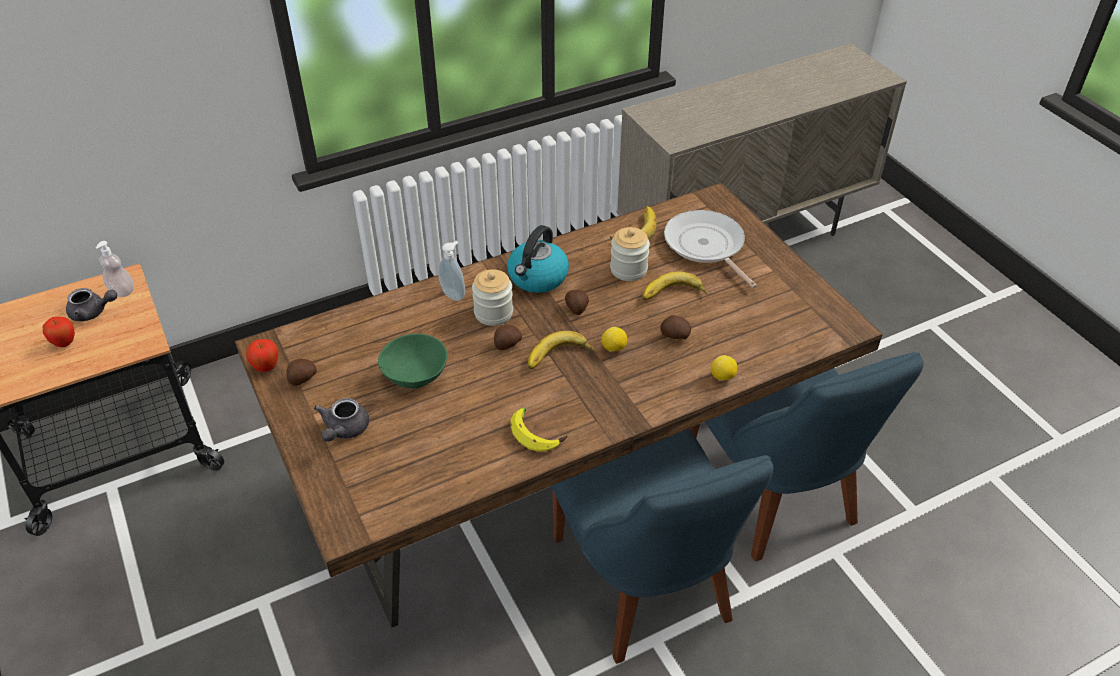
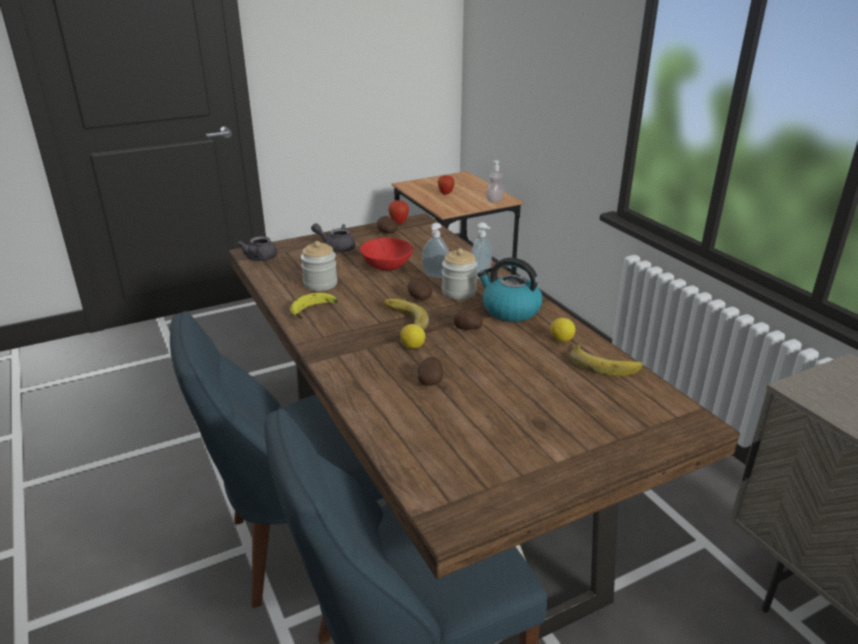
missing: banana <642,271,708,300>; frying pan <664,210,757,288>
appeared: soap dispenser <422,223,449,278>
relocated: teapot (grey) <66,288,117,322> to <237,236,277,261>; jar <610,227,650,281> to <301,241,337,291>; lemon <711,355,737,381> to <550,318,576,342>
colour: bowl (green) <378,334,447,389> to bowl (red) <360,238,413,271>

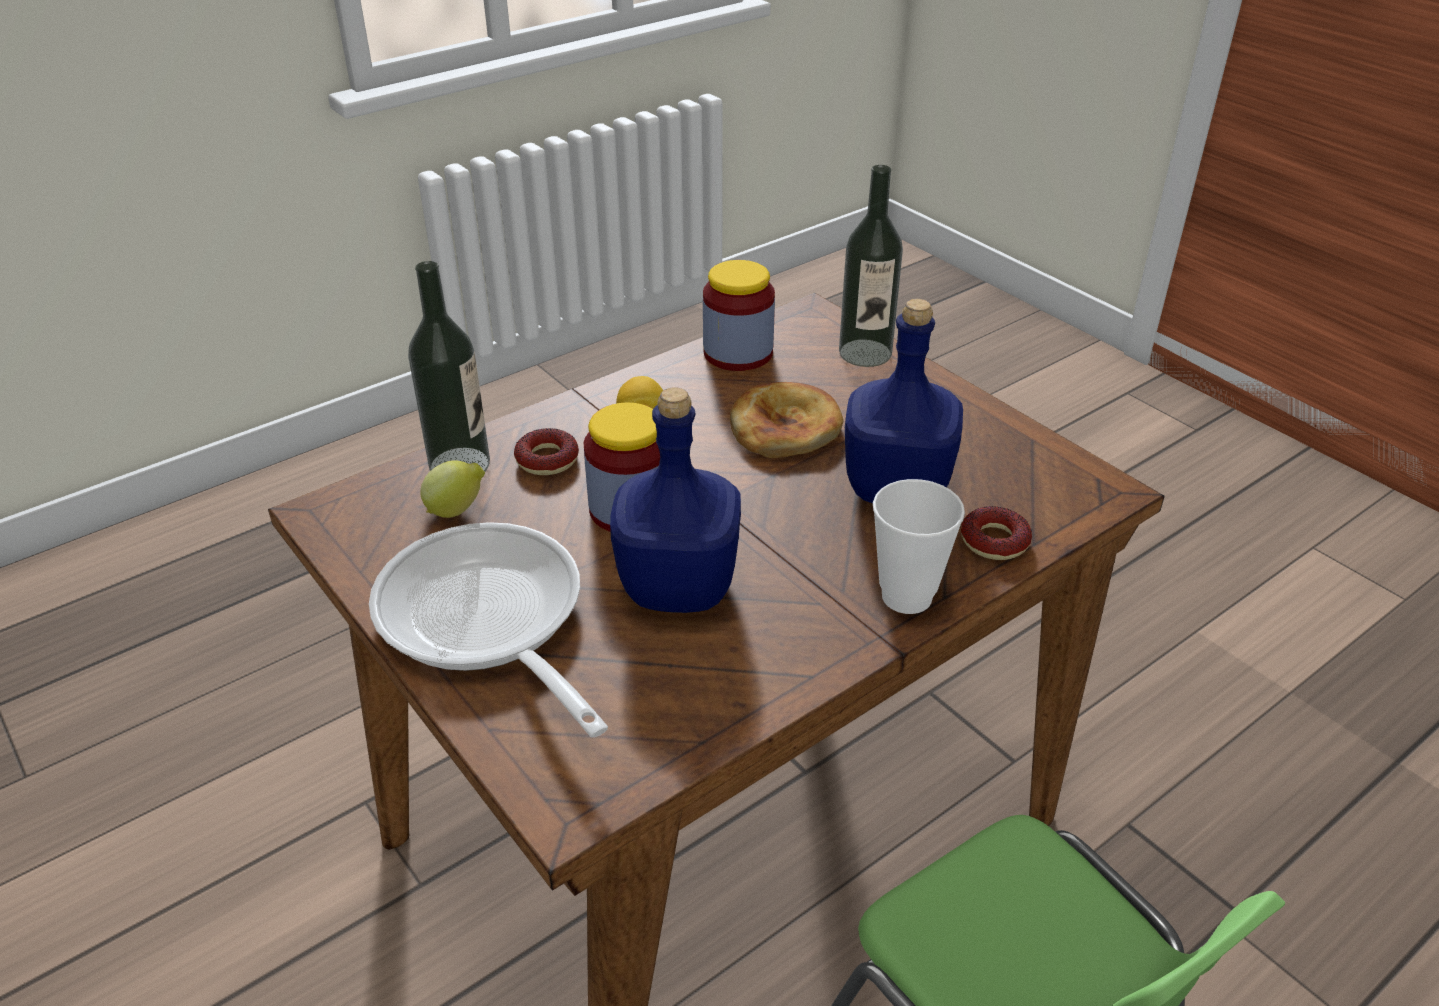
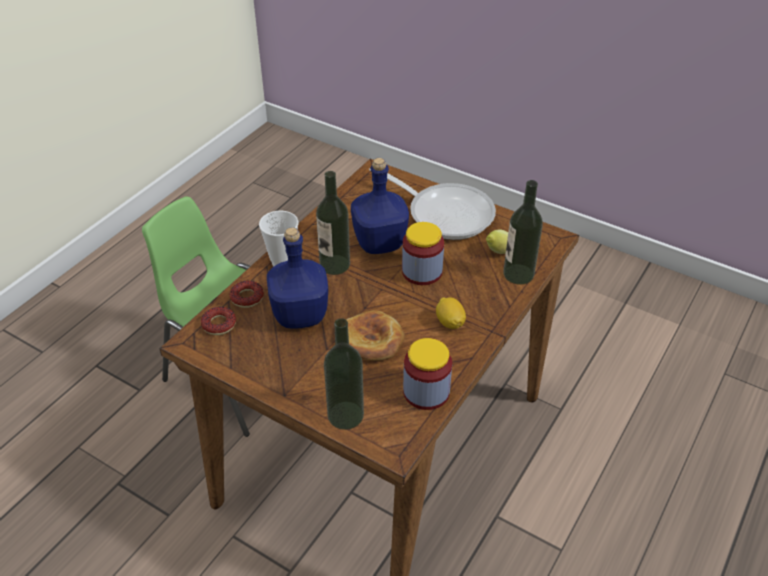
appeared: bottle <316,171,350,275>
relocated: donut <514,428,579,475> to <201,307,236,335>

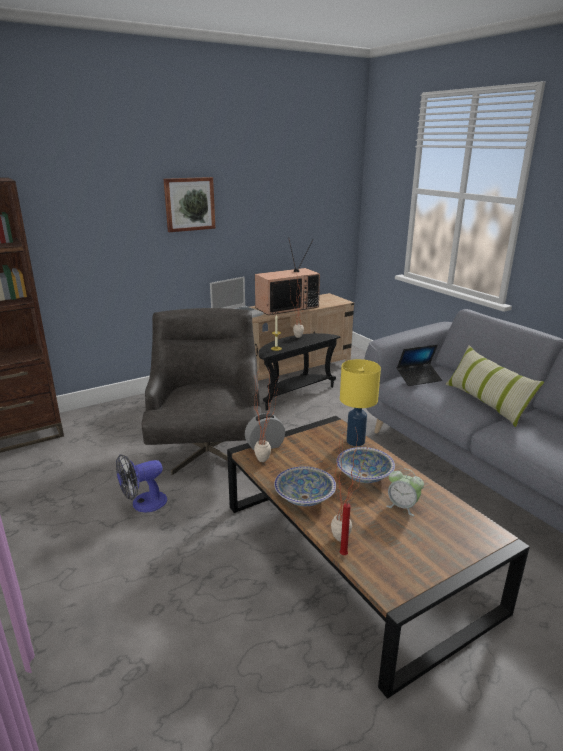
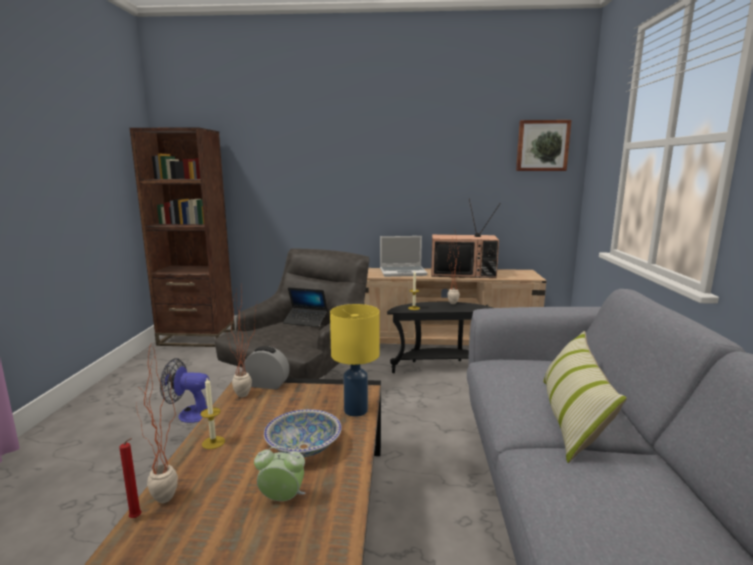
relocated: laptop <397,345,442,386> to <283,287,328,327>; picture <164,177,216,232> to <516,120,572,171>
exchanged: bowl <274,466,336,506> to candle <201,378,225,449>
spun: alarm clock <386,468,424,516> = <254,447,306,501> 120 degrees clockwise

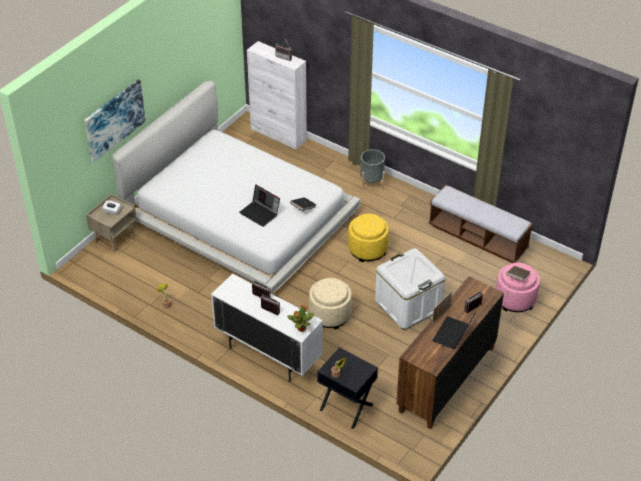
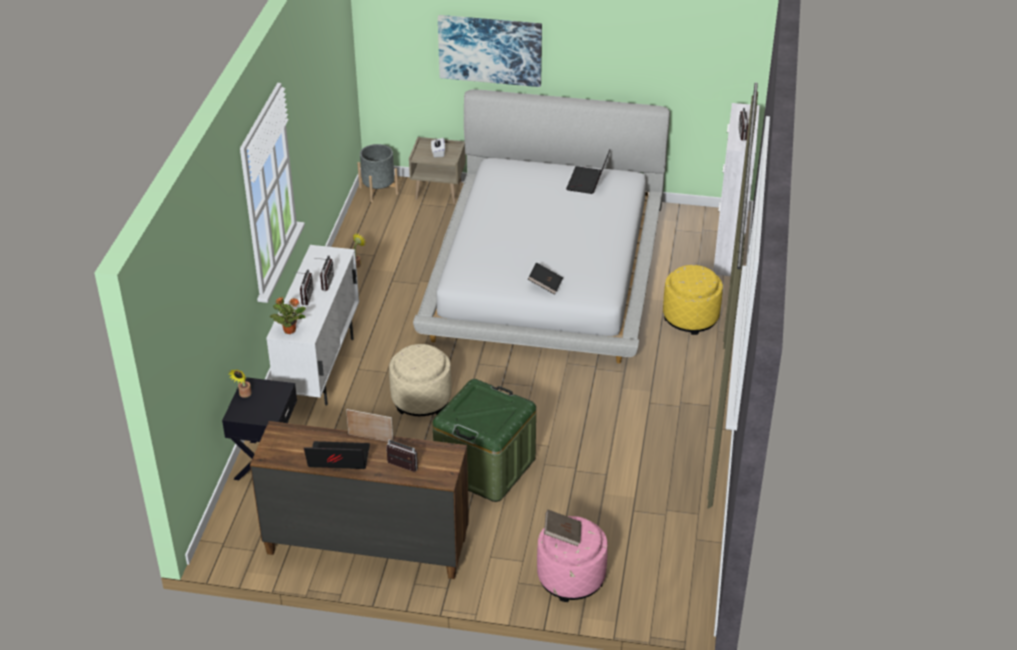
missing: bench <429,185,533,263>
relocated: planter (grey) <360,149,385,190> to <358,144,398,202>; laptop <239,184,280,227> to <566,150,610,194>; ottoman (yellow) <348,214,389,262> to <663,265,723,335>
colour: storage box (white) <375,248,445,329> to storage box (green) <432,379,536,502>

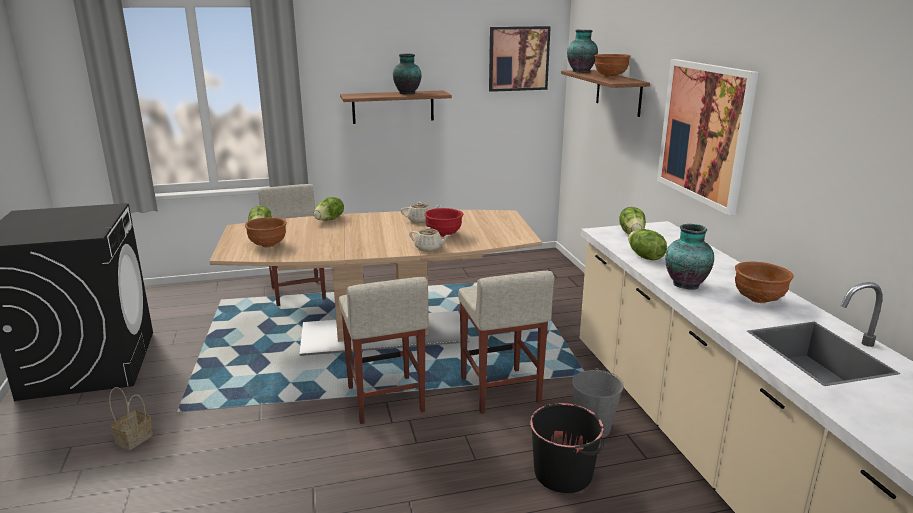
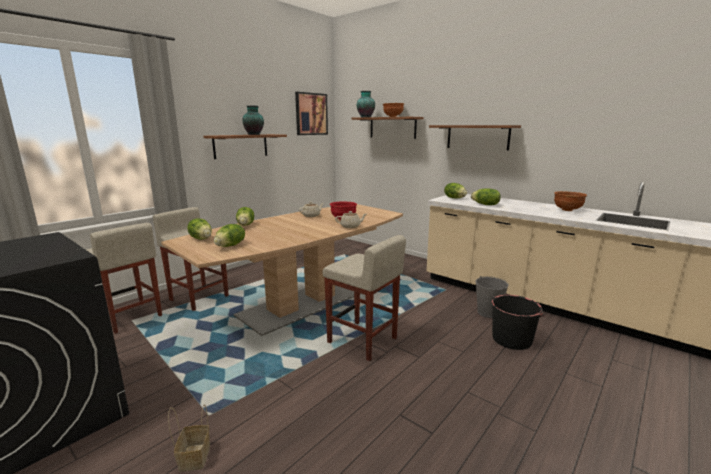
missing: vase <665,224,714,290>
relocated: stool (beige) <458,271,554,414> to <87,223,162,334>
exchanged: bowl (brown) <245,217,287,248> to lettuce <214,224,245,247>; picture <657,59,759,216> to shelf <429,125,521,150>

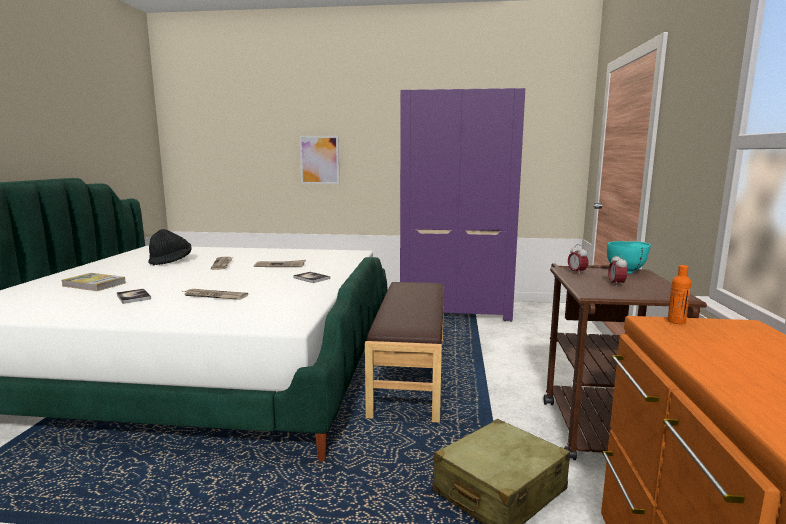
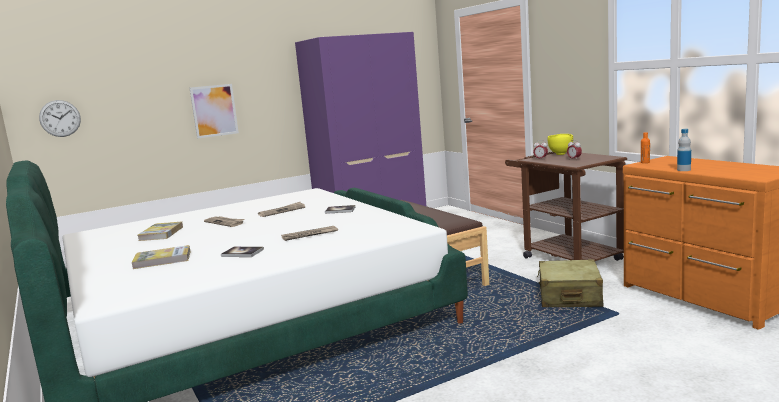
appeared: wall clock <39,100,81,137>; bottle <677,129,691,171>
exchanged: hat (black) <148,229,191,265> to book <138,222,183,241>
colour: bowl (turquoise) <607,241,651,274> to bowl (yellow) <548,134,573,155>

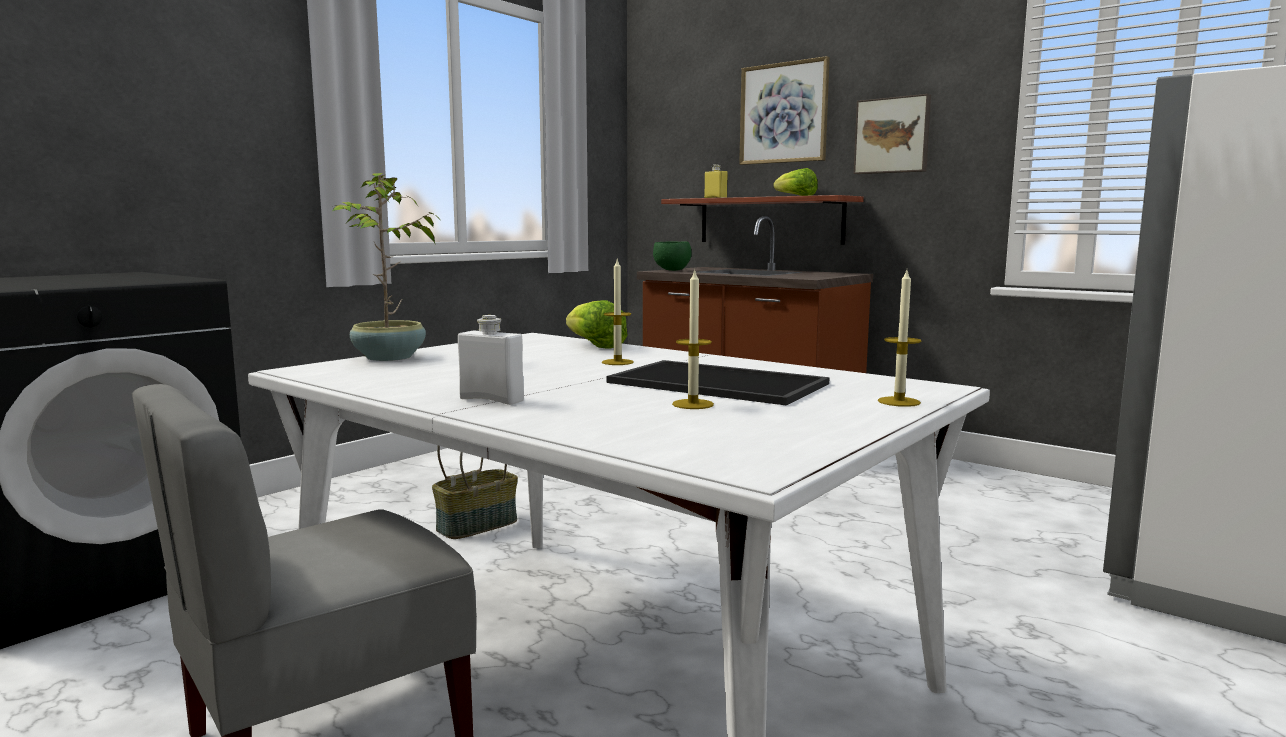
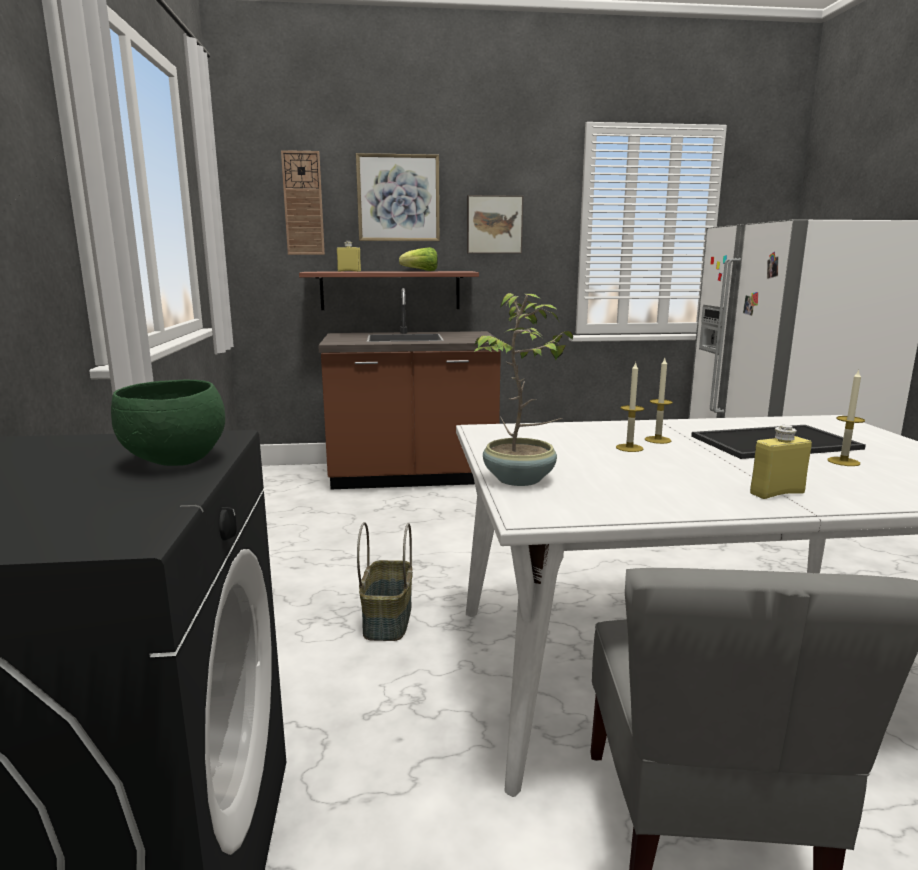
missing: lettuce <566,300,628,349>
appeared: wall clock <281,150,325,255>
relocated: bowl (green) <653,242,692,271> to <111,380,225,466>; candle <878,270,921,407> to <616,363,644,452>
colour: bottle (white) <458,315,524,405> to bottle (yellow) <750,425,812,499>

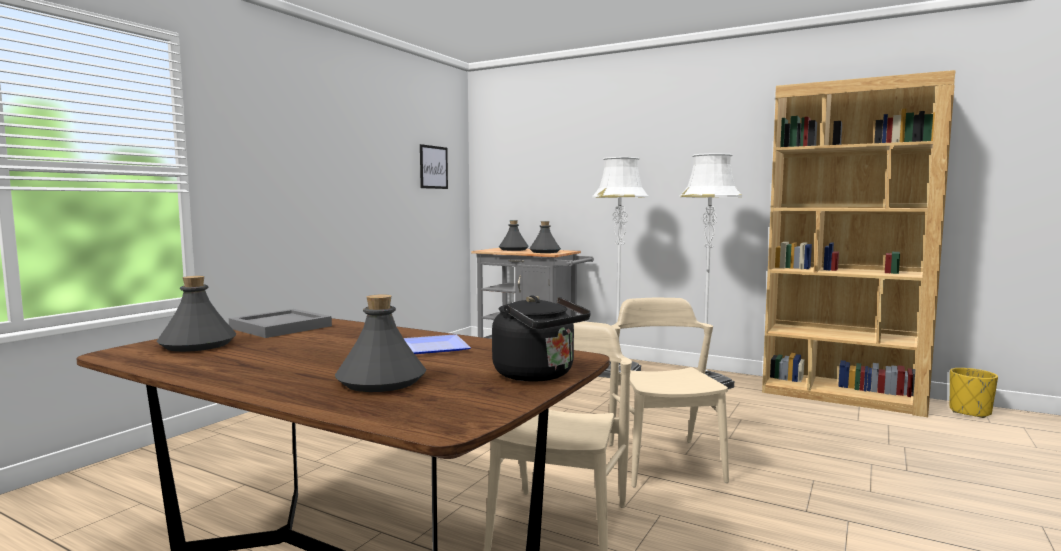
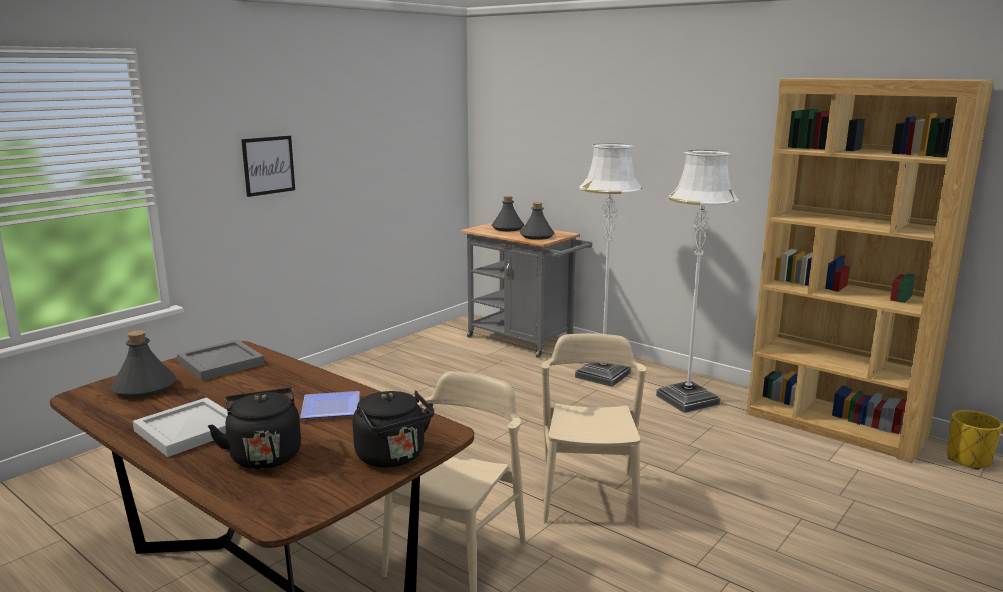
appeared: tray (white) <133,397,230,457>
relocated: picture <420,144,448,189> to <241,136,295,197>
exchanged: bottle (grey) <335,294,426,392> to kettle (black) <208,388,301,469>

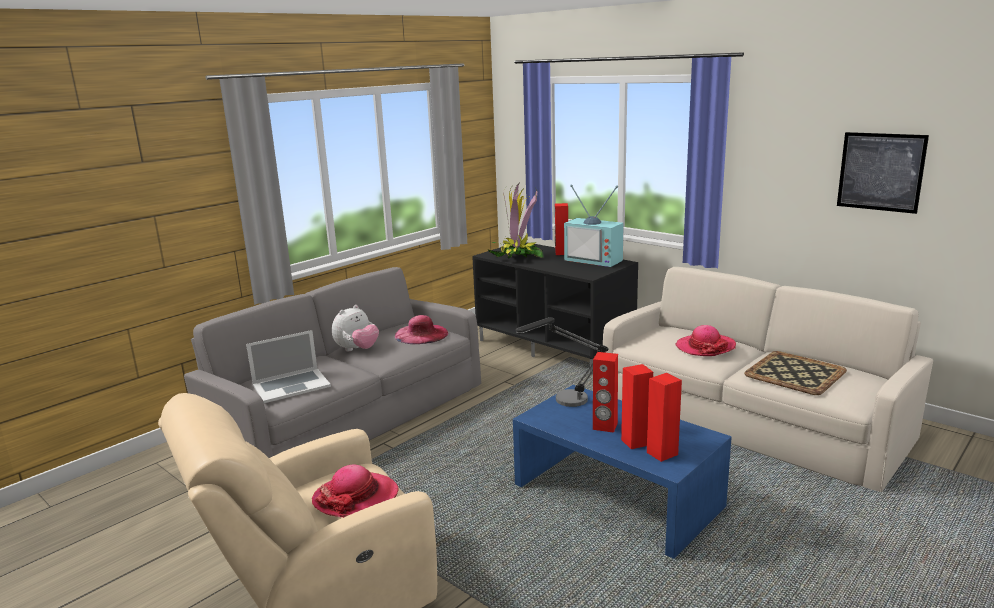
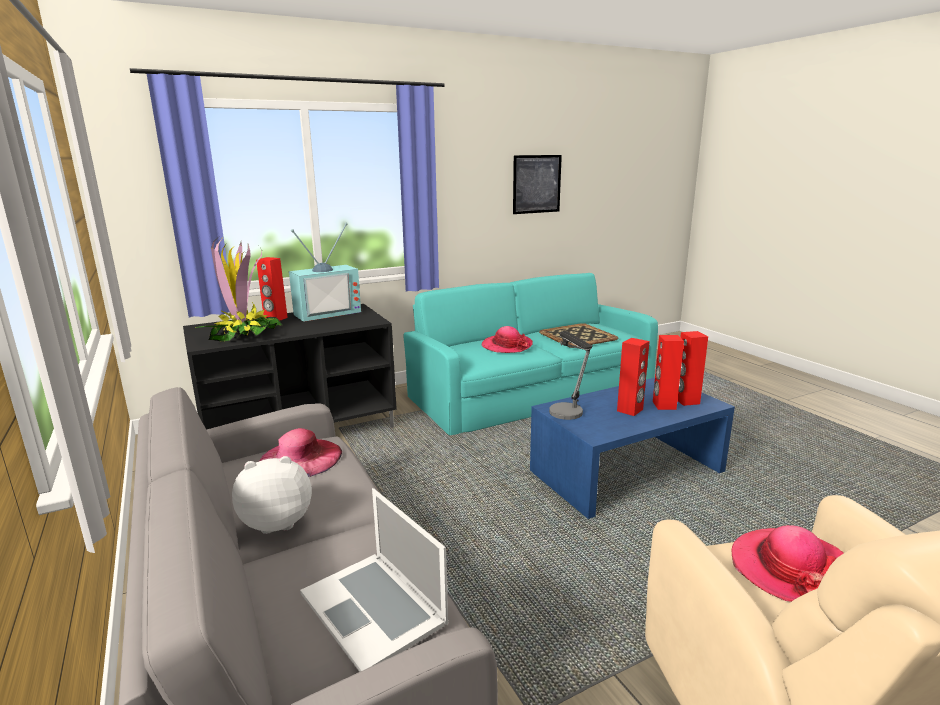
colour: sofa (beige) <603,267,933,492> to sofa (turquoise) <403,273,658,435>
spun: plush toy <332,305,379,352> = <232,456,312,534> 75 degrees counterclockwise; laptop <246,330,331,403> = <300,488,448,672> 150 degrees clockwise

